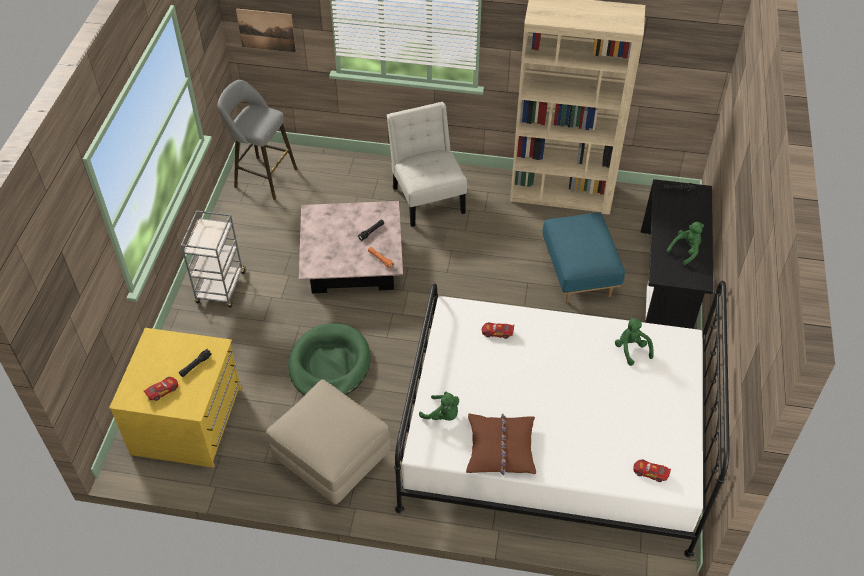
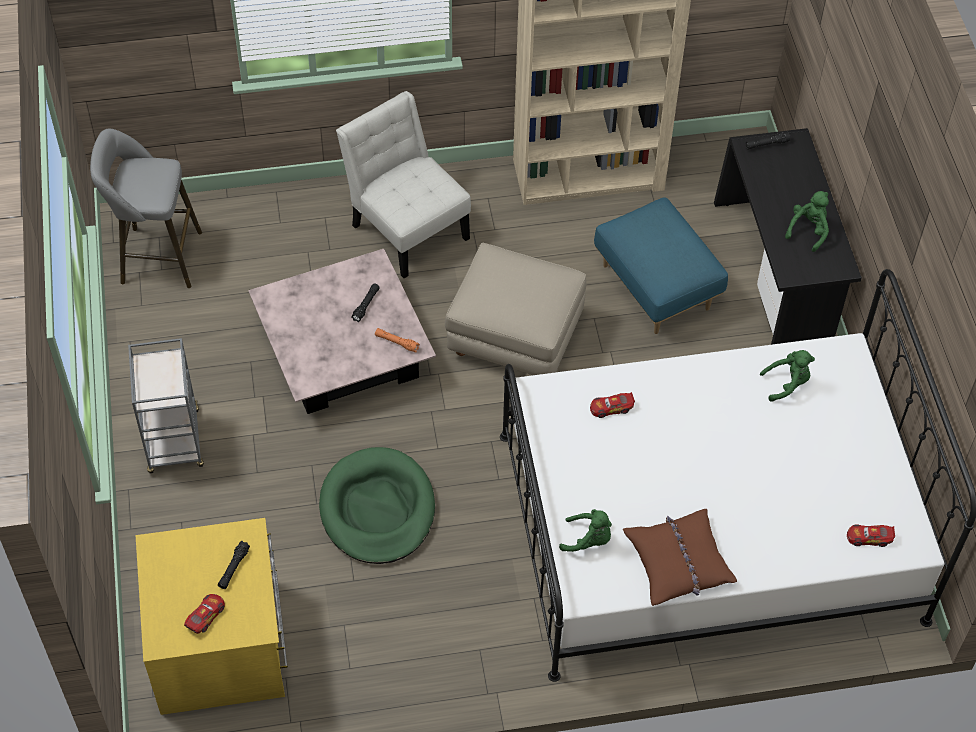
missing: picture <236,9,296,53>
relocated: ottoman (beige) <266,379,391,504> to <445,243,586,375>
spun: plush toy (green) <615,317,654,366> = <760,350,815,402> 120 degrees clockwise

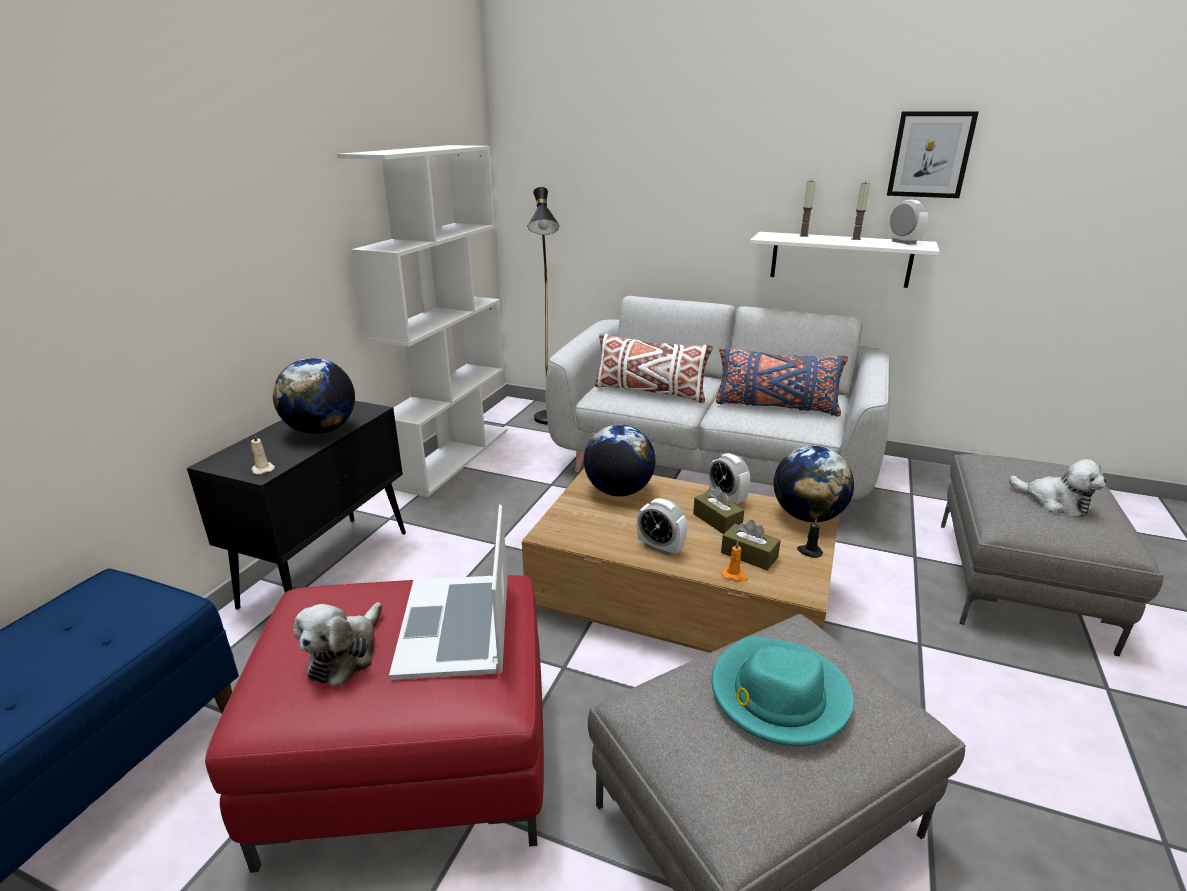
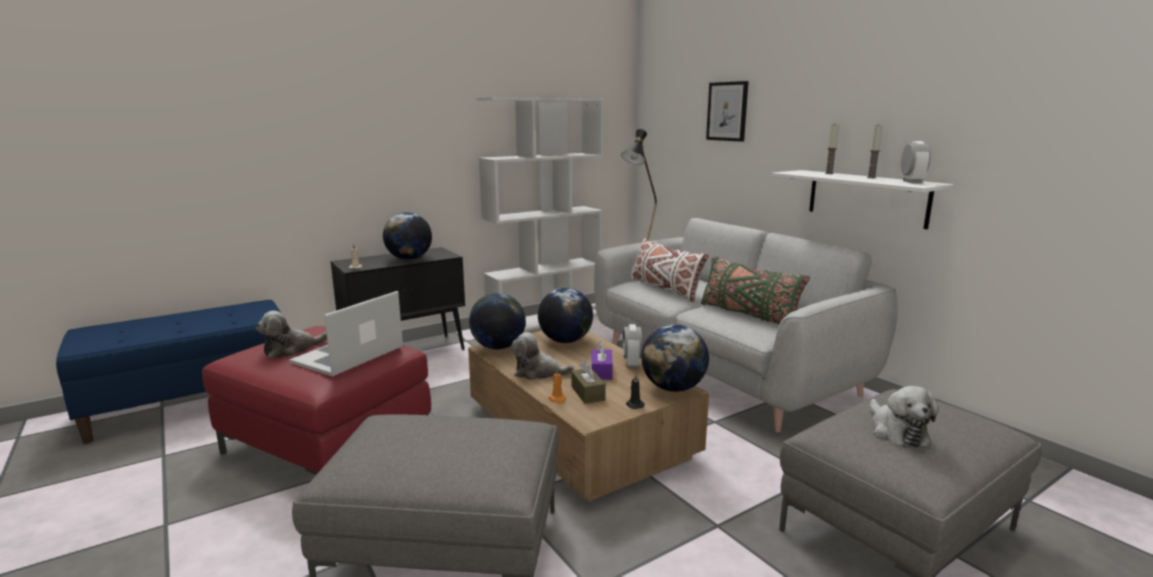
missing: hat (turquoise) <712,636,854,746>
appeared: globe <469,293,526,349>
relocated: picture <887,111,979,198> to <706,81,749,142>
exchanged: alarm clock <637,498,687,556> to plush toy <511,332,574,380>
colour: tissue box (brown) <693,486,744,534> to tissue box (purple) <592,341,613,380>; pillow (blue) <716,347,848,417> to pillow (green) <701,256,810,324>

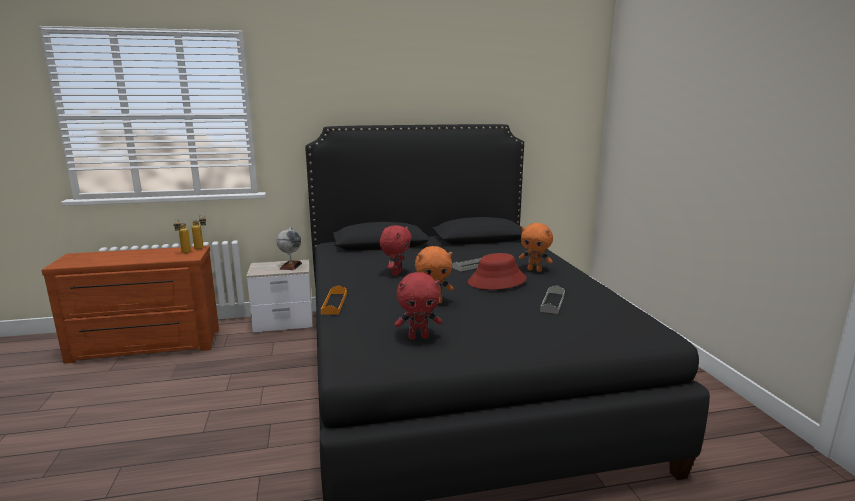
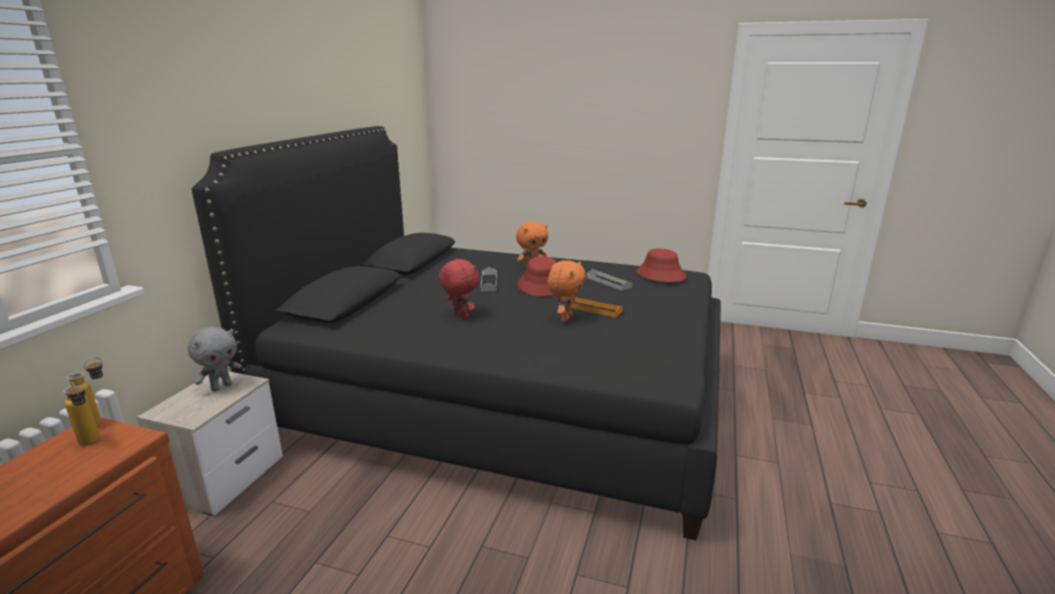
missing: plush toy (red) <395,272,442,340>
appeared: hat (red) <636,249,687,282>
relocated: tray (orange) <321,285,347,314> to <571,297,623,317>
exchanged: globe <277,227,302,270> to plush toy (grey) <187,326,242,392>

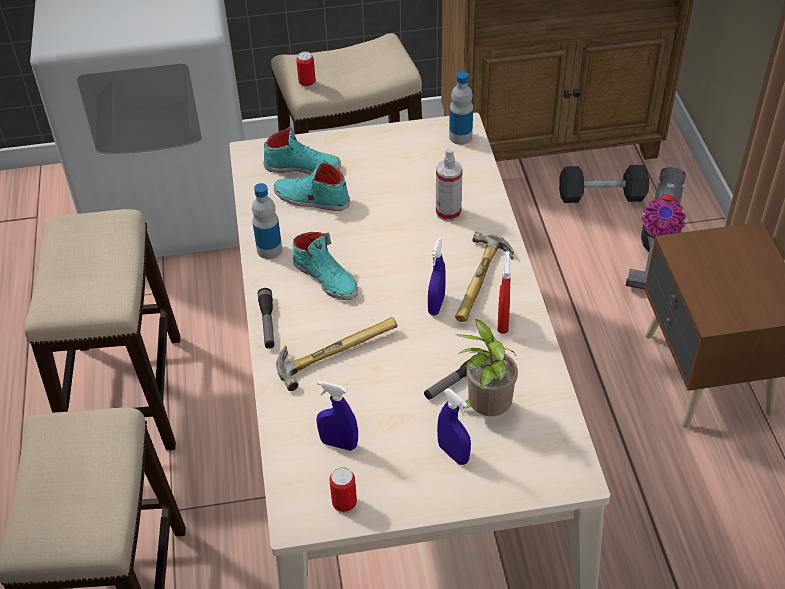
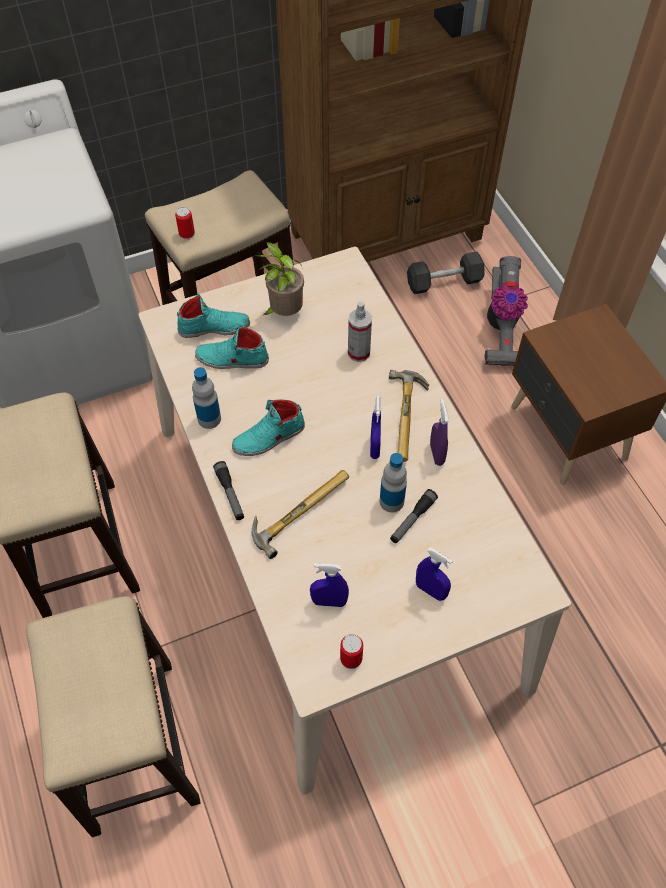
relocated: potted plant <456,319,518,416> to <254,242,304,316>; bottle <449,71,473,145> to <379,453,407,512>
colour: spray bottle (red) <498,251,511,334> to spray bottle (purple) <430,399,449,466>
spun: shoe (turquoise) <292,232,358,300> = <232,400,305,456> 120 degrees clockwise

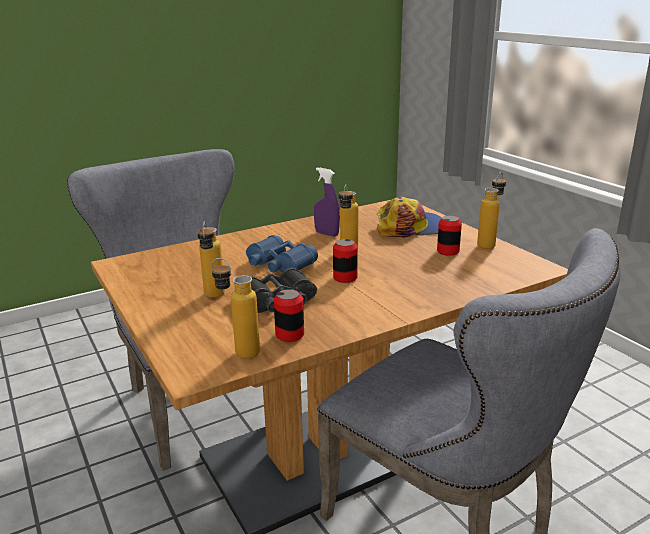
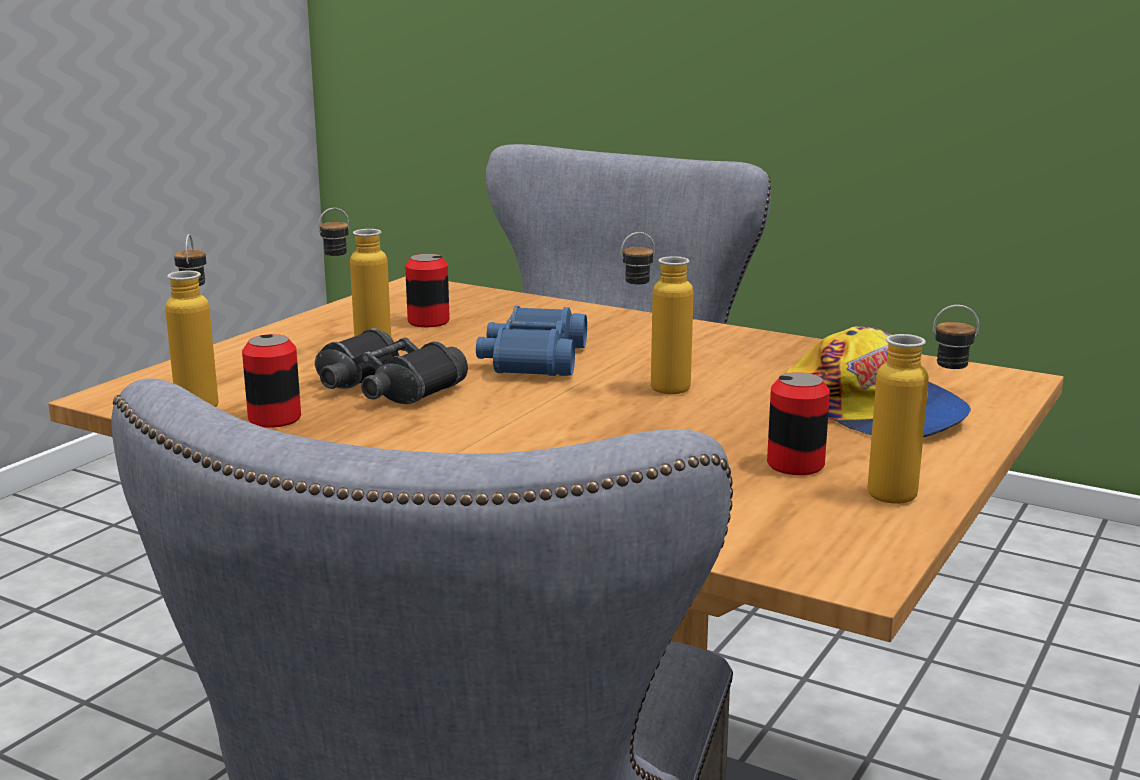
missing: spray bottle (purple) <314,168,340,237>
relocated: can <333,239,358,283> to <405,254,450,327>

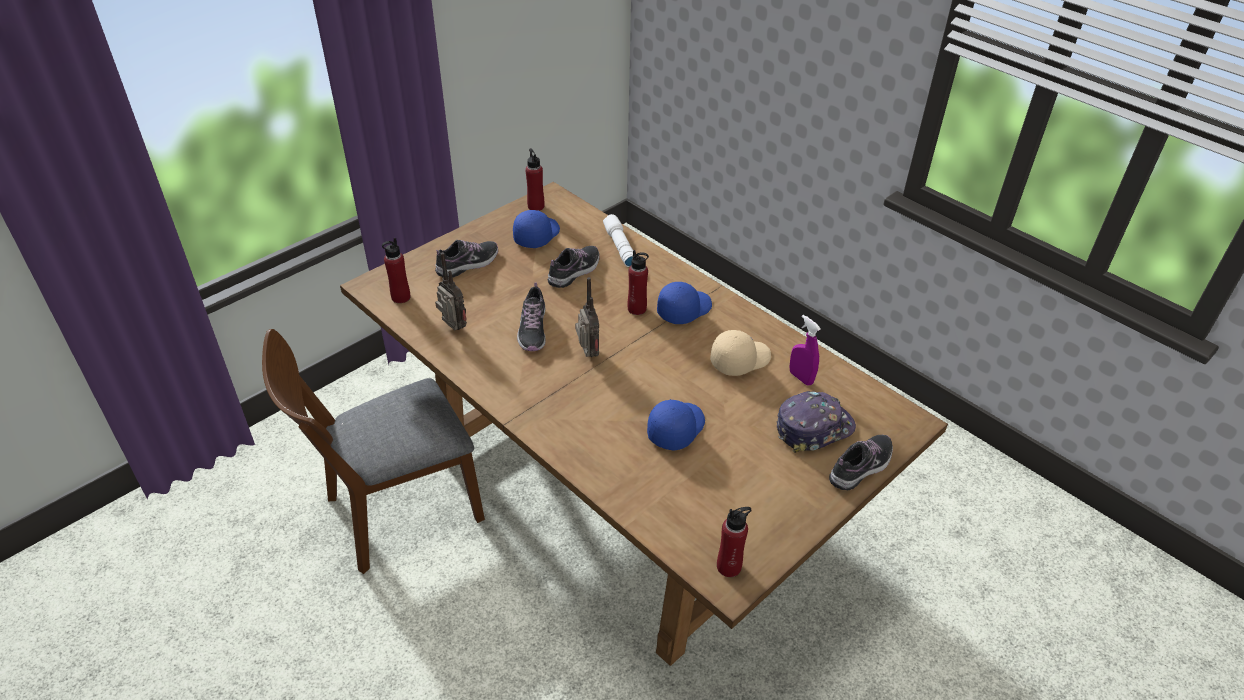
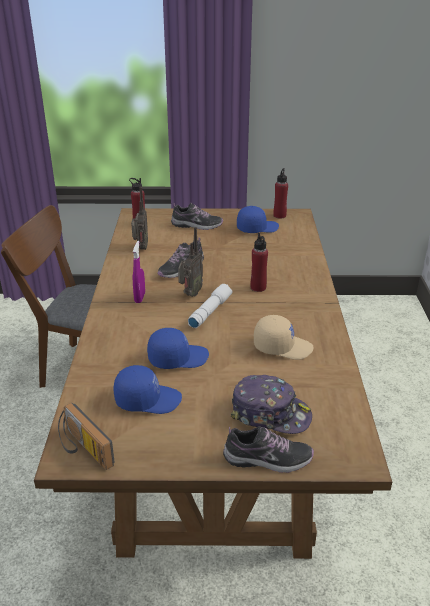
missing: shoe <548,246,600,288>
relocated: cap (blue) <657,282,712,324> to <113,365,182,414>; spray bottle (purple) <789,315,821,386> to <133,241,145,303>; flashlight (white) <603,214,633,267> to <188,284,232,328>
exchanged: bottle (red) <717,507,752,577> to radio <58,403,114,470>

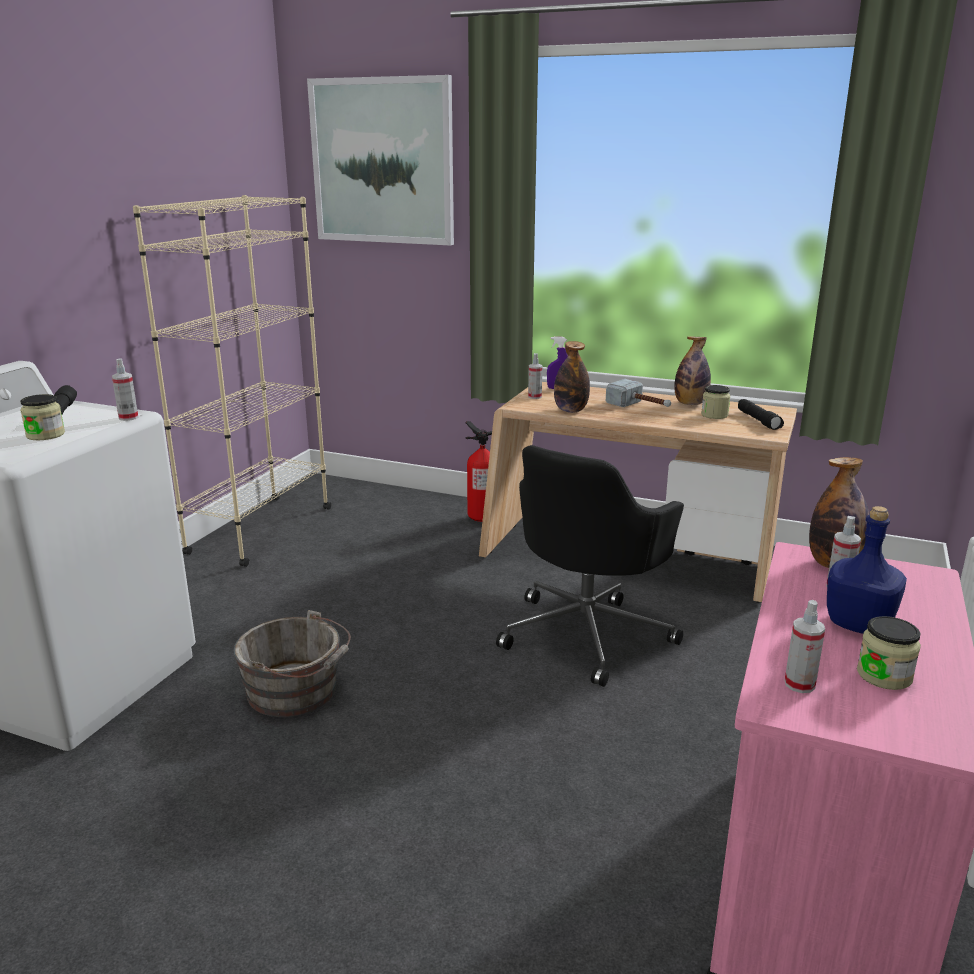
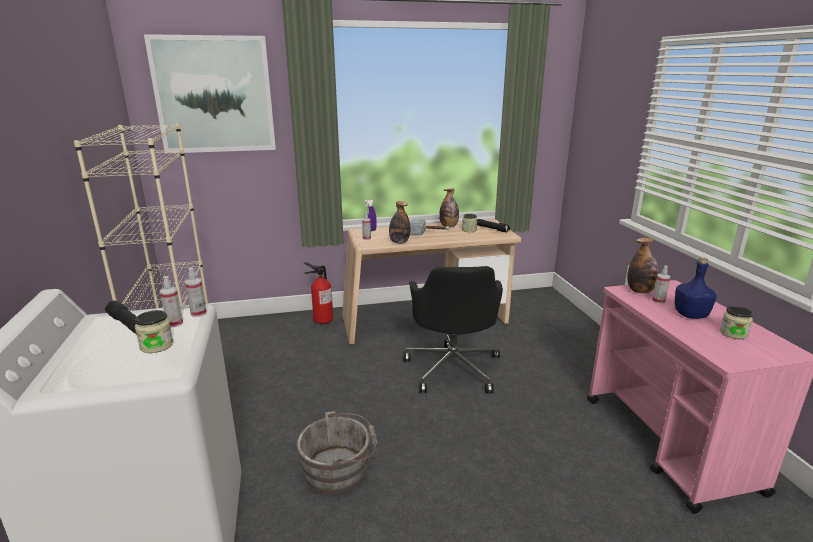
relocated: spray bottle <785,600,825,693> to <160,276,183,327>

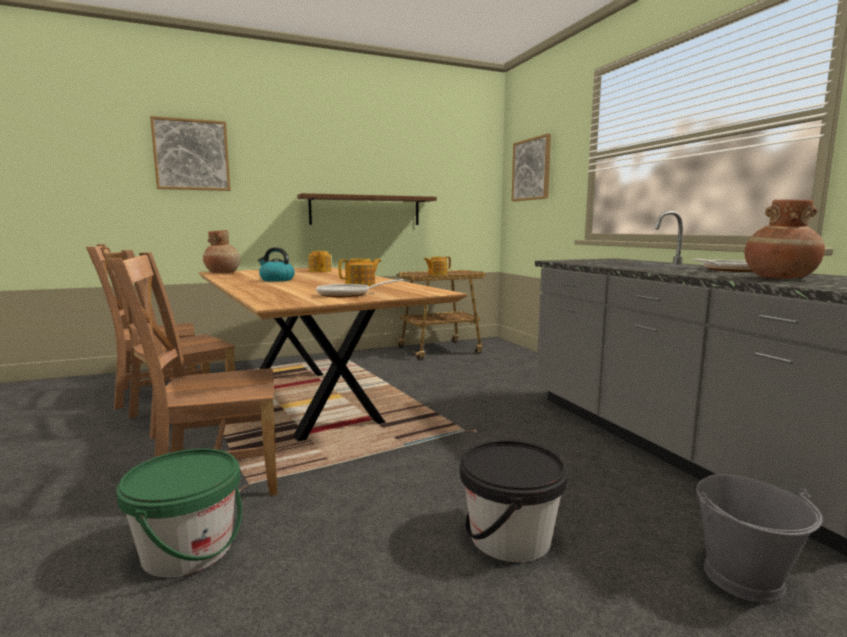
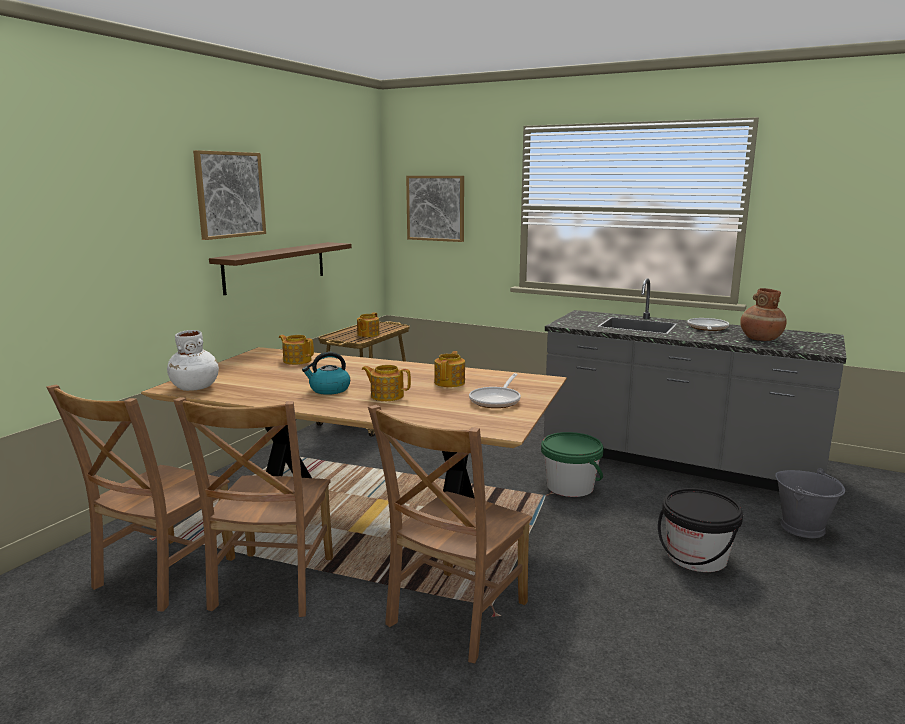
appeared: teapot <361,365,411,401>
relocated: picture <150,116,231,191> to <193,150,266,240>; bucket (green) <116,449,242,577> to <541,432,604,497>
colour: vase (brown) <203,230,241,273> to vase (white) <167,330,219,391>

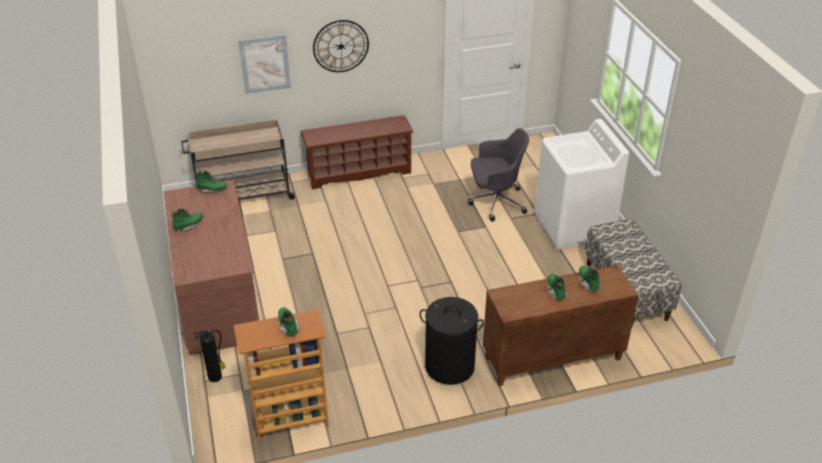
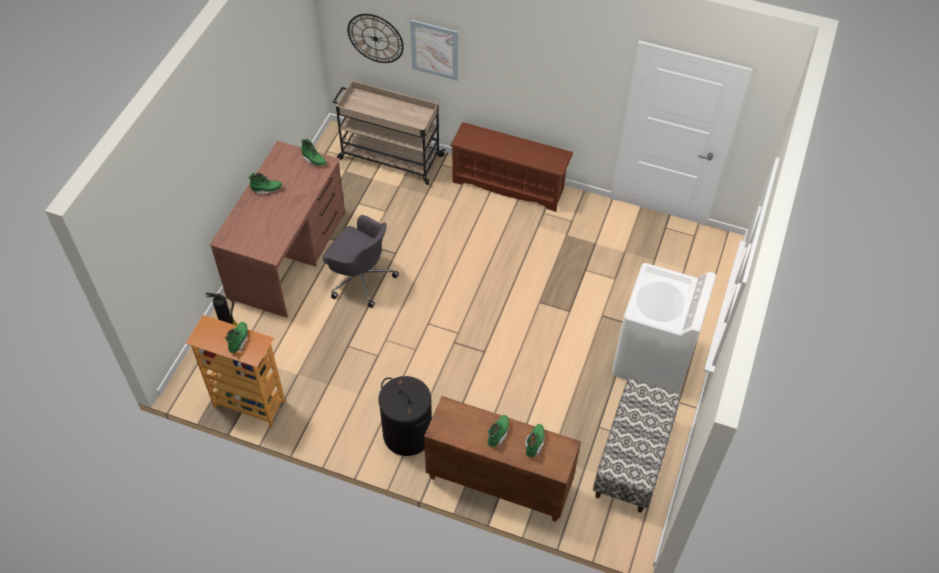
relocated: office chair (grey) <468,128,529,222> to <323,215,399,308>; wall clock <313,20,369,72> to <347,14,404,63>

